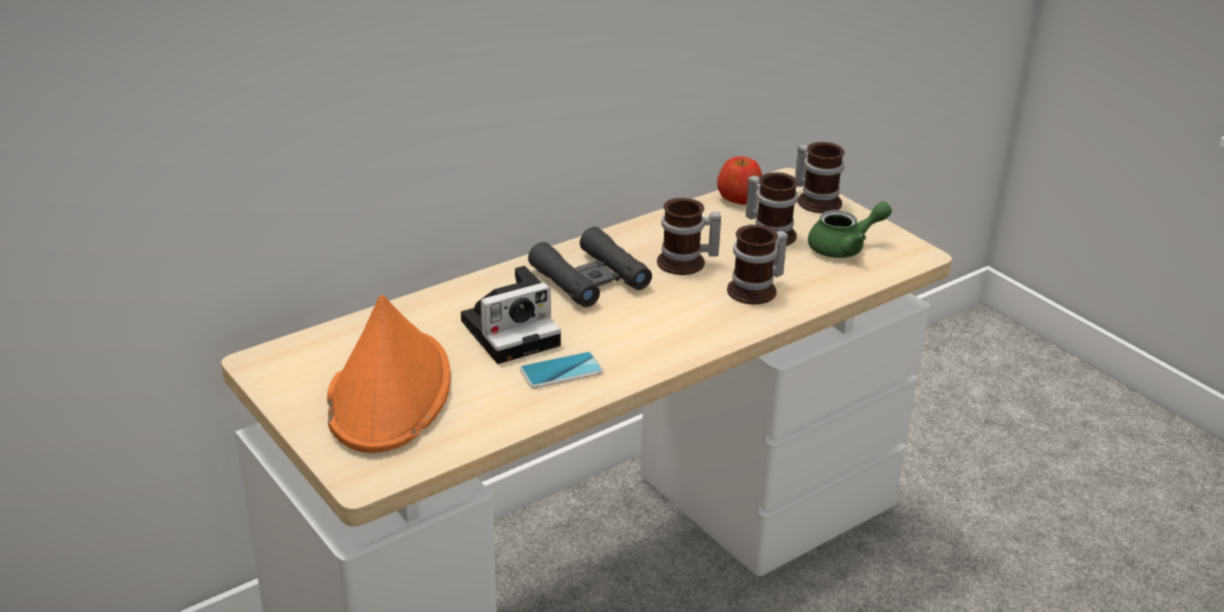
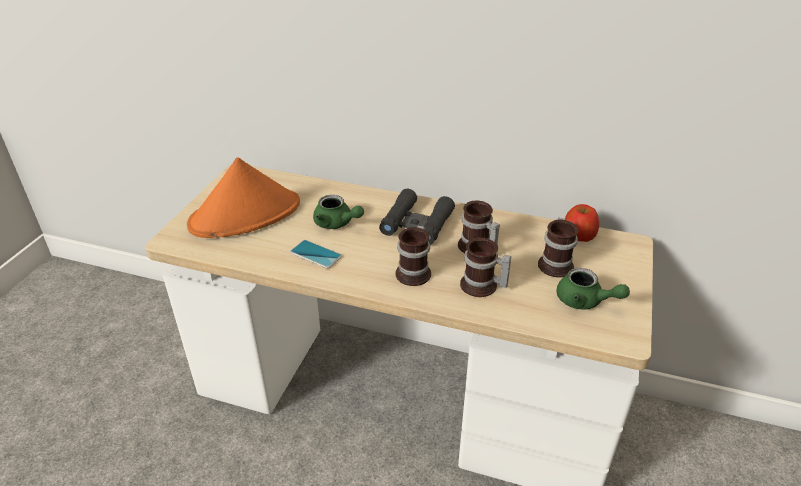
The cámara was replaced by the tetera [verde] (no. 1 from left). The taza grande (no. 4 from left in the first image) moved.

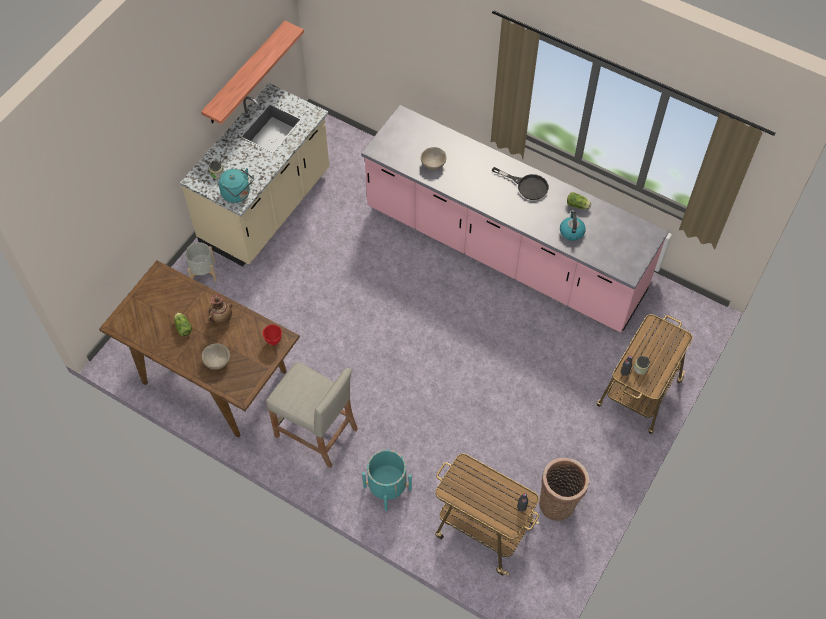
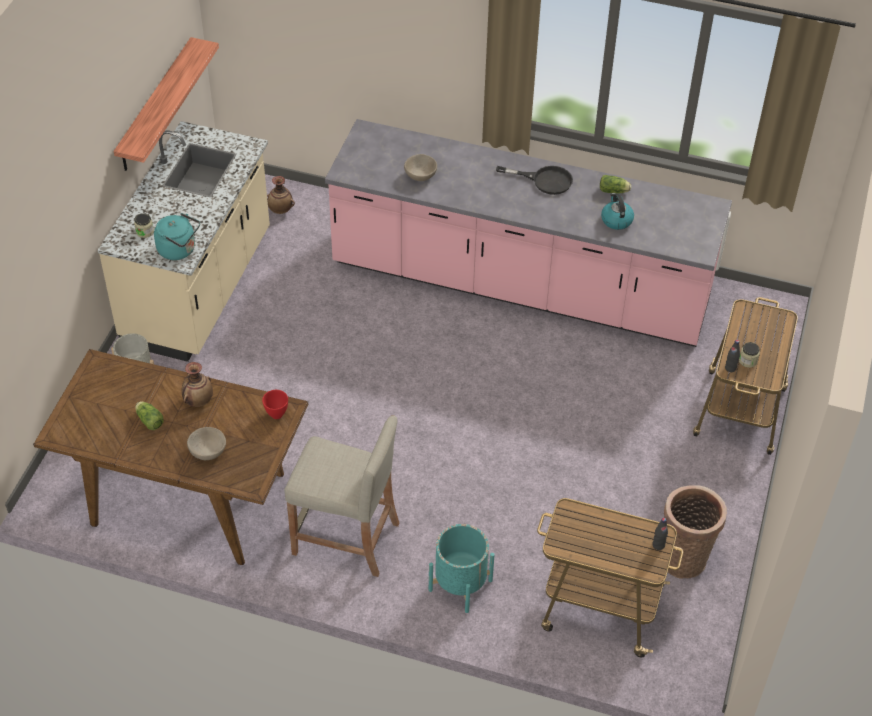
The florero (no. 2 from left) appeared.

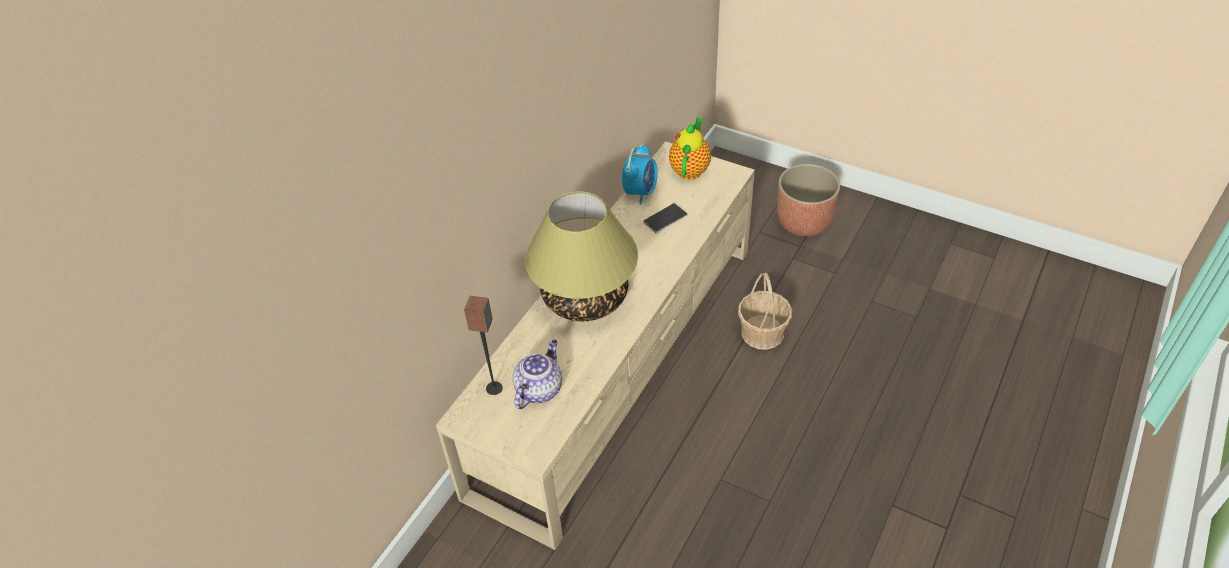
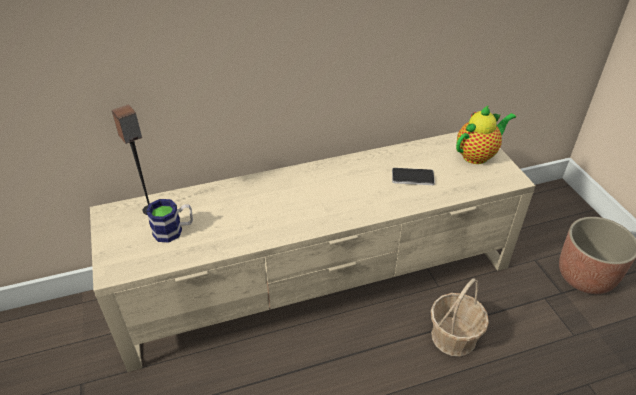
The tetera (no. 1 from left) was replaced by the taza grande. The lámpara de mesa disappeared. The despertador disappeared.

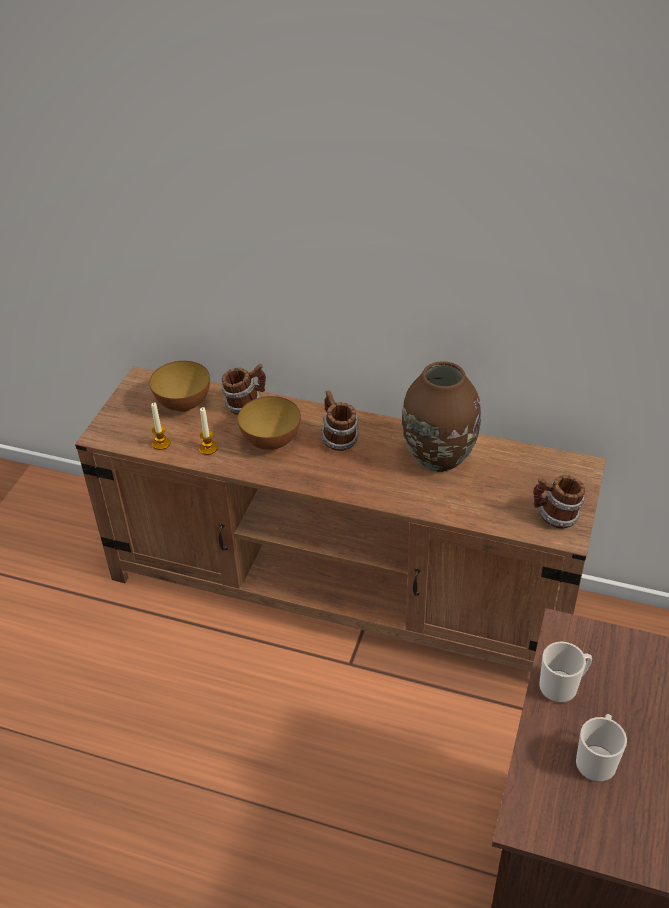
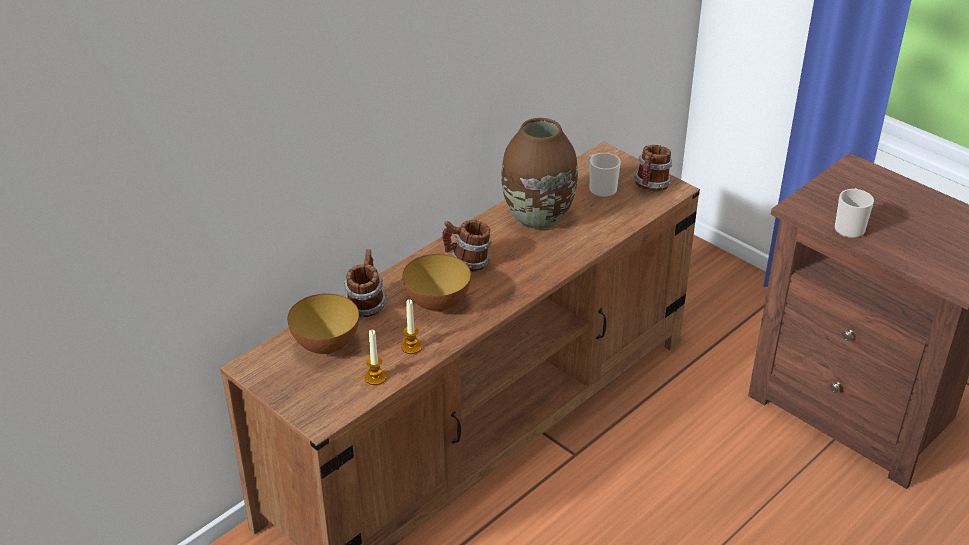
The taza grande (no. 5 from left in the first image) moved.

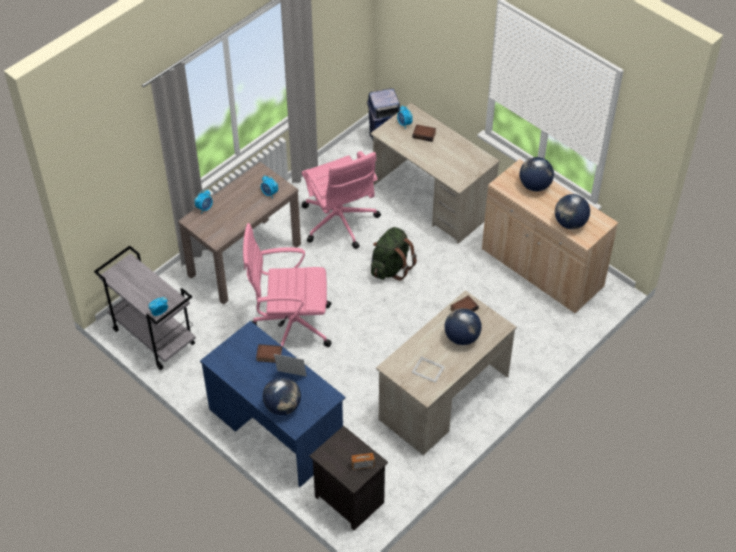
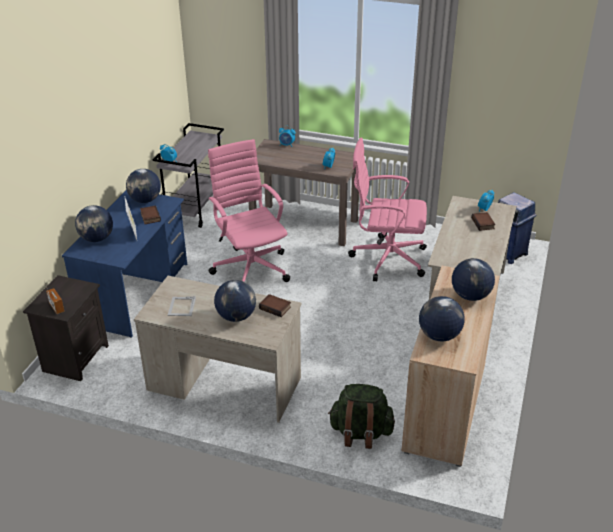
The silla de oficina [rosa] (no. 2 from left) turned 60 degrees clockwise. The mochila [verde] moved. The globo terráqueo (no. 2 from left) appeared.

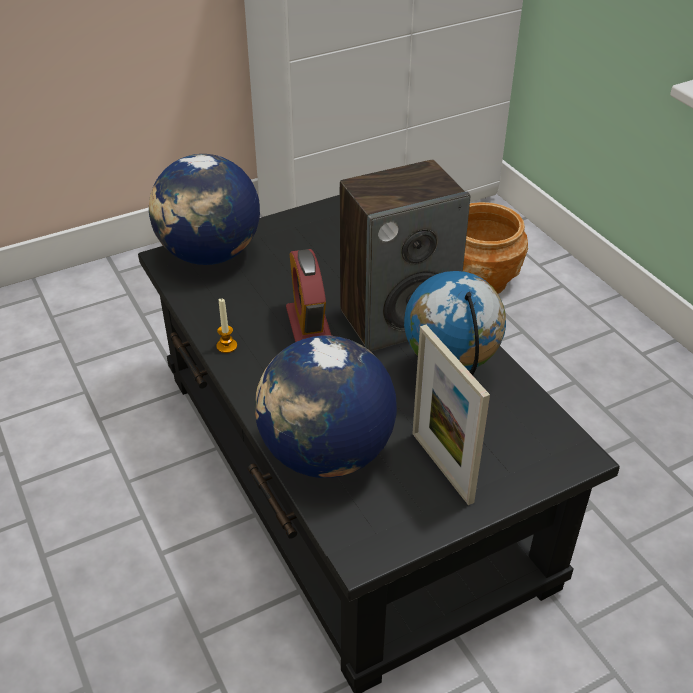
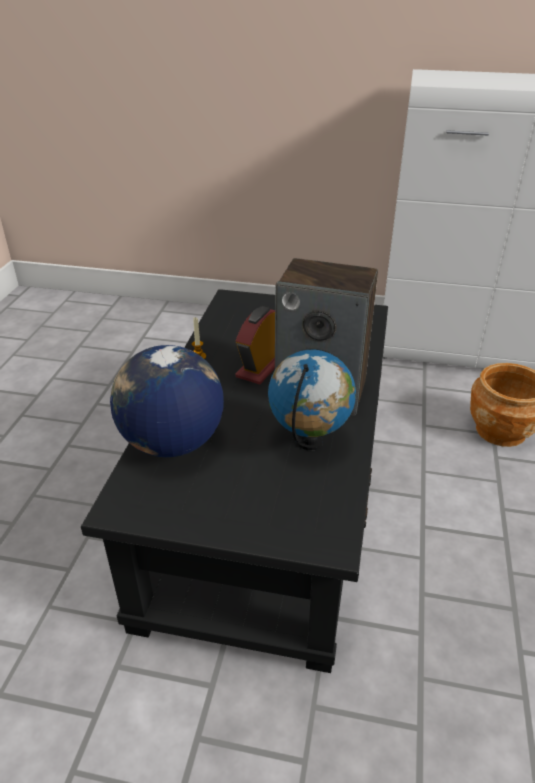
The globo terráqueo (no. 1 from left) disappeared. The portarretratos disappeared.

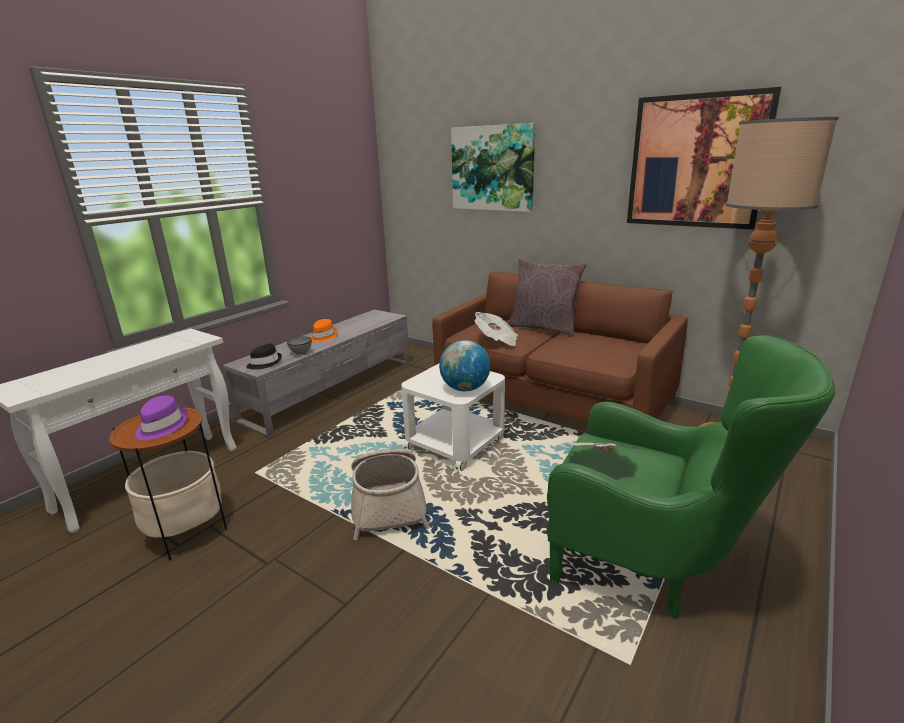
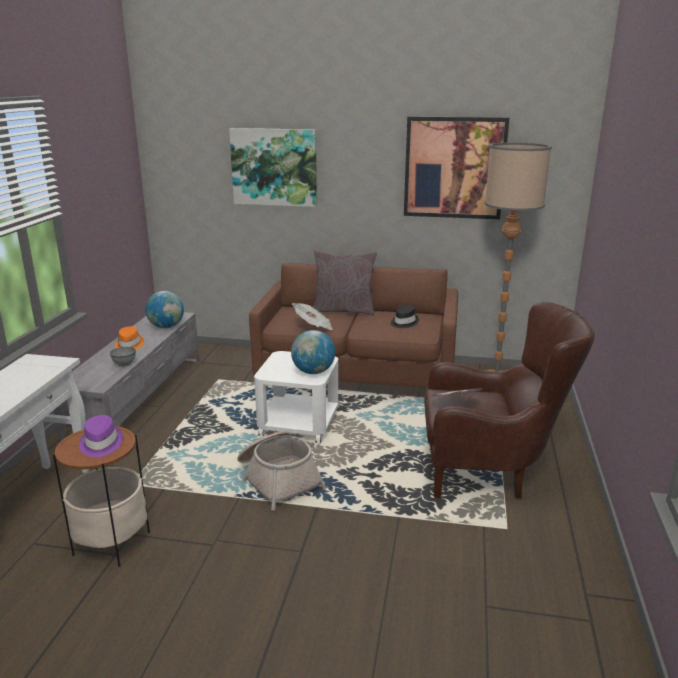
The sombrero [negro] moved. The sillón [verde] became the sillón [marrón]. The globo terráqueo (no. 1 from left) appeared.

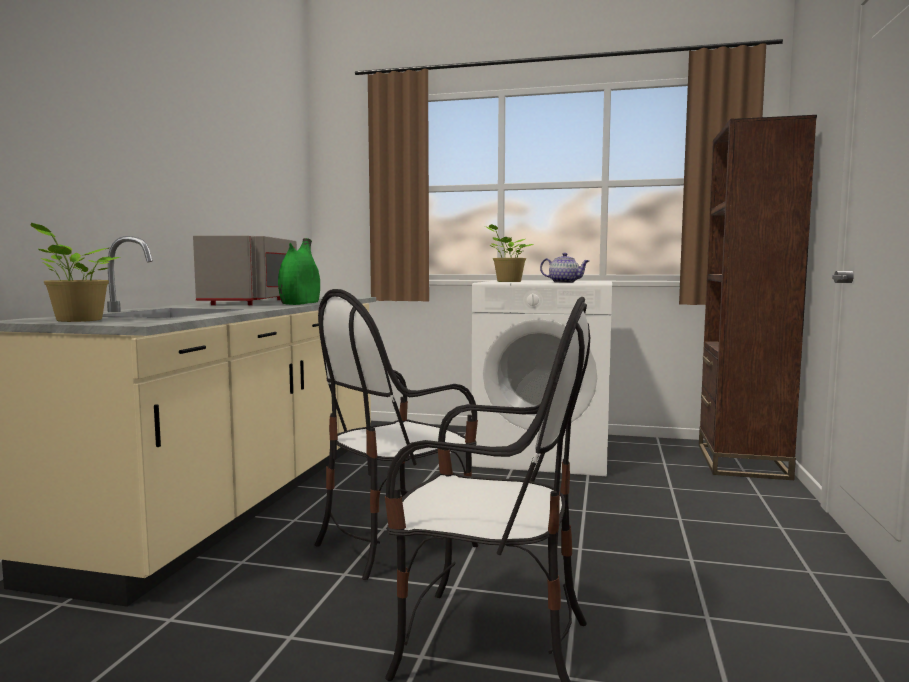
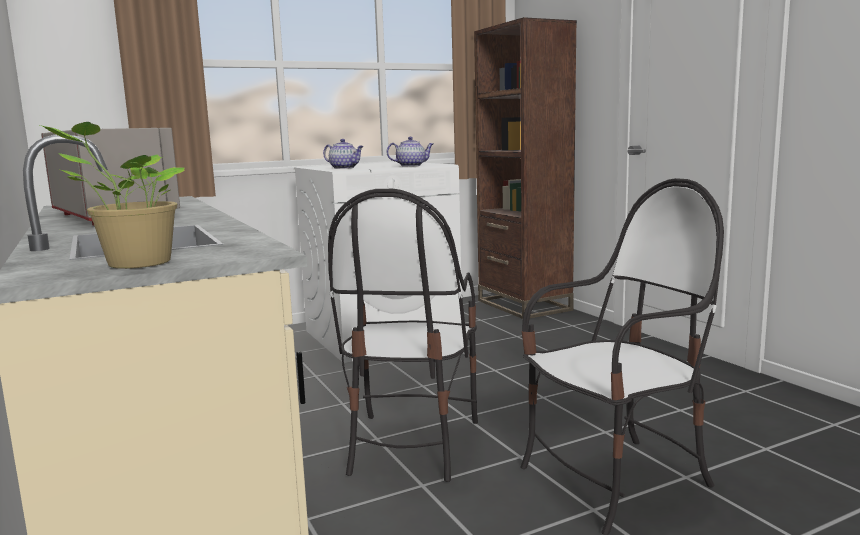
The florero [verde] disappeared. The planta en maceta (no. 2 from left) was replaced by the tetera (no. 1 from left).

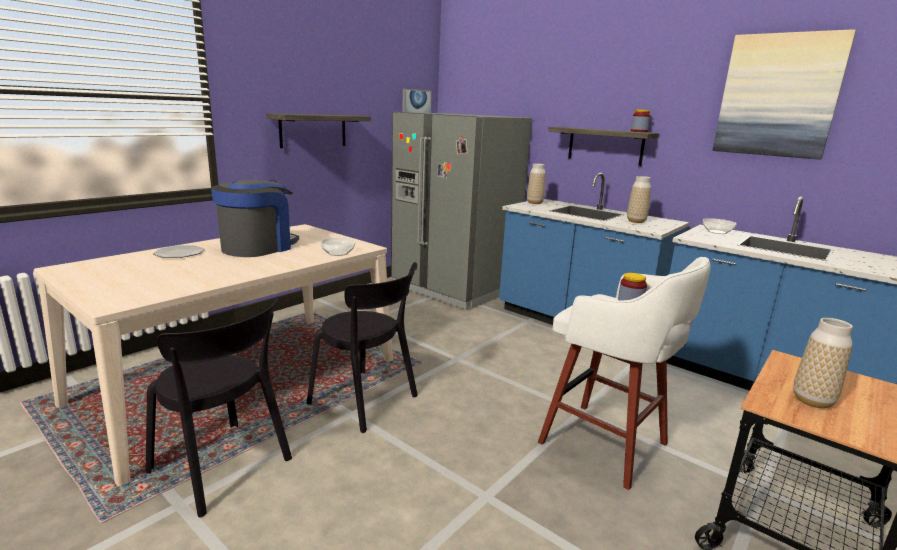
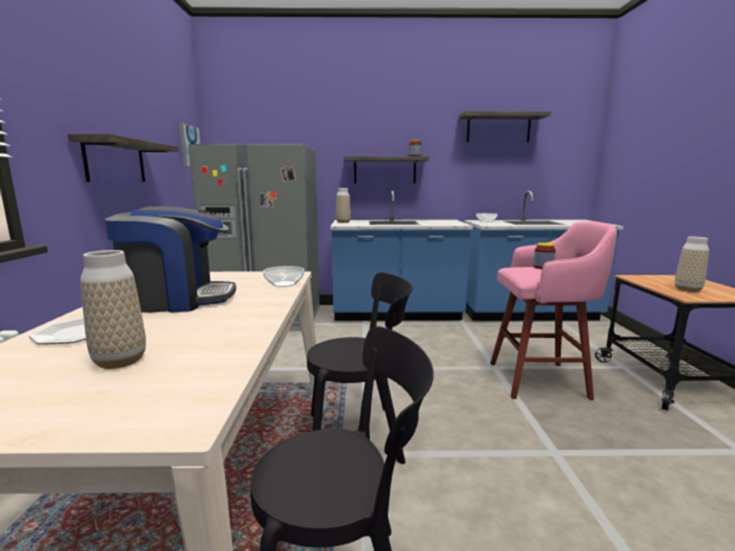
The cafetera turned 90 degrees clockwise. The taburete [blanco] became the taburete [rosa]. The florero (no. 2 from left in the first image) moved. The cuadro (no. 2 from left) was replaced by the estante (no. 3 from left).

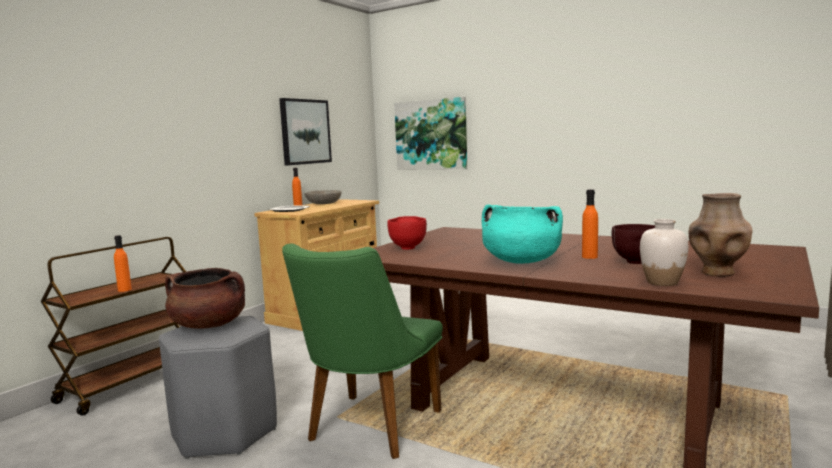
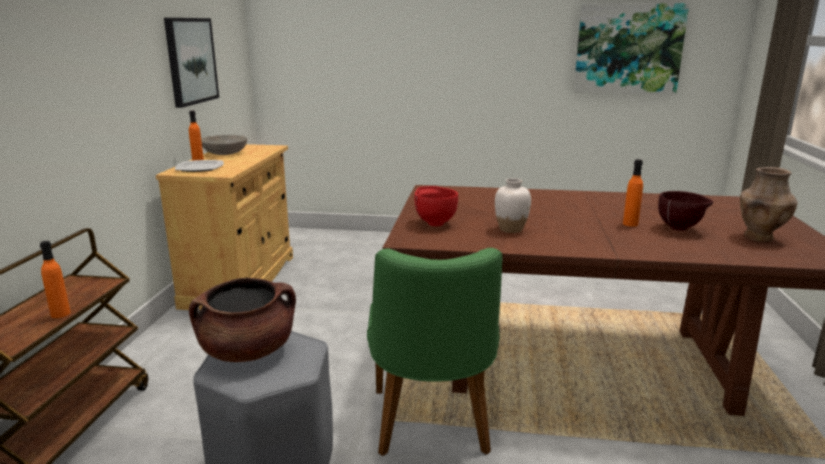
The cuadro (no. 2 from left) moved. The olla [turquesa] disappeared. The florero [blanco] moved.

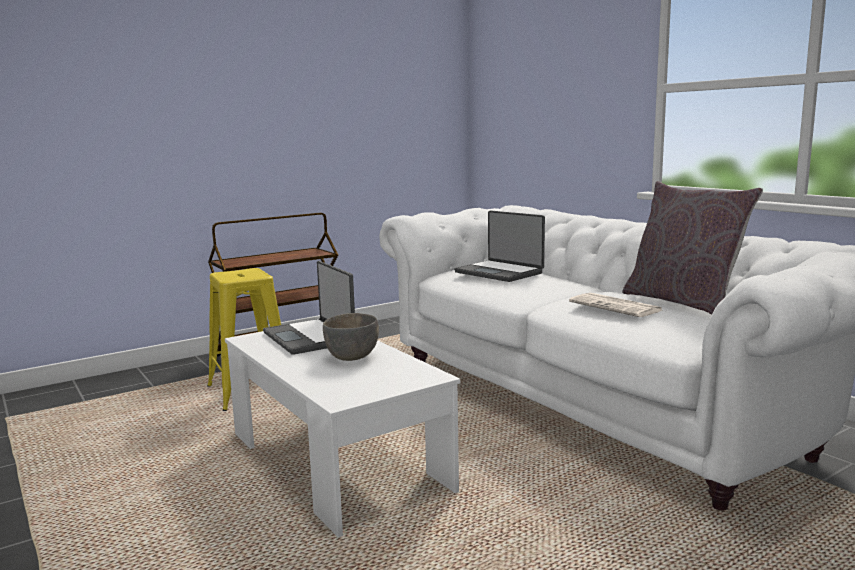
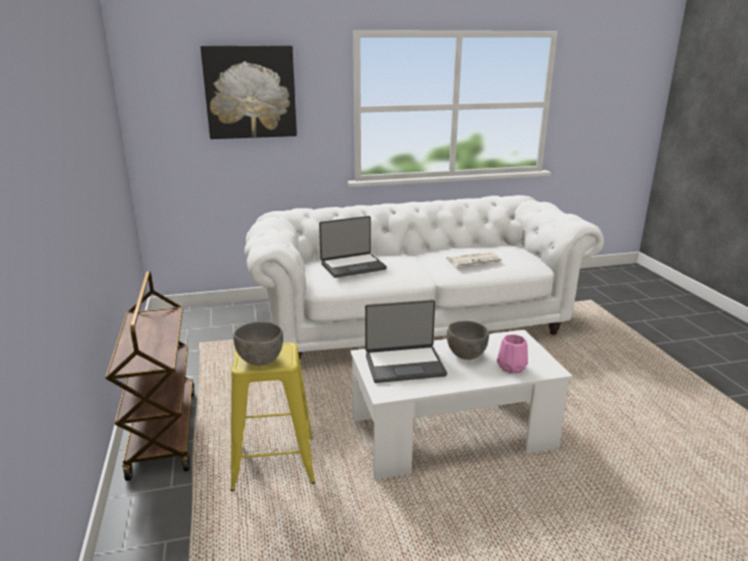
The cojín [gris] disappeared. The cuadro appeared. The cuenco [gris] (no. 1 from left) appeared. The florero [rosa] appeared.

